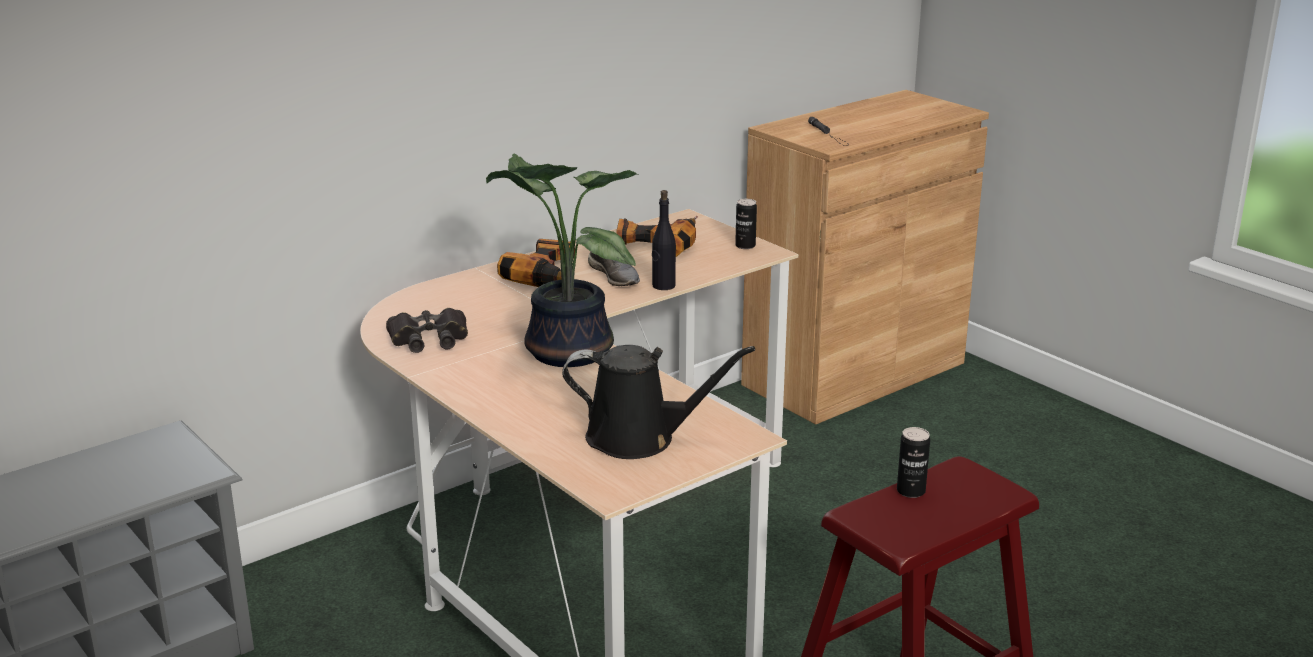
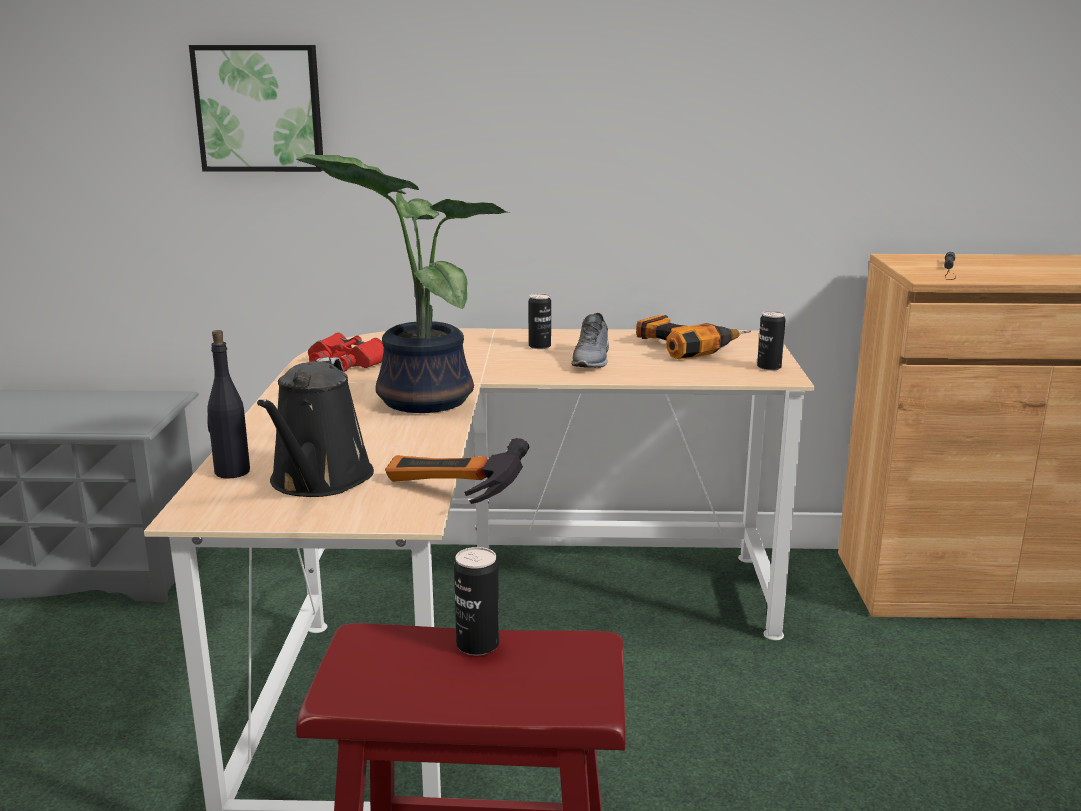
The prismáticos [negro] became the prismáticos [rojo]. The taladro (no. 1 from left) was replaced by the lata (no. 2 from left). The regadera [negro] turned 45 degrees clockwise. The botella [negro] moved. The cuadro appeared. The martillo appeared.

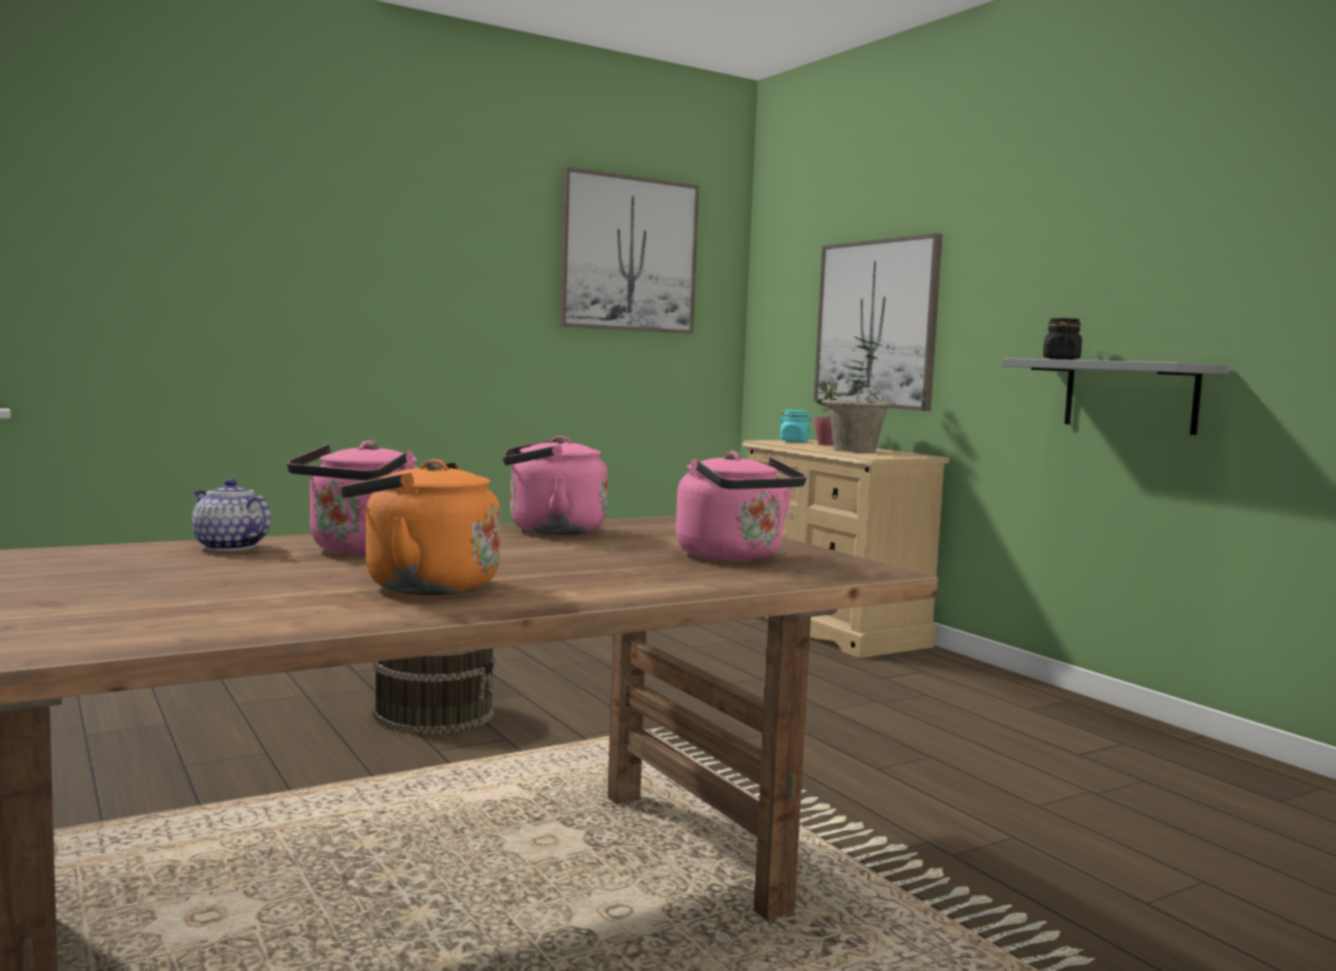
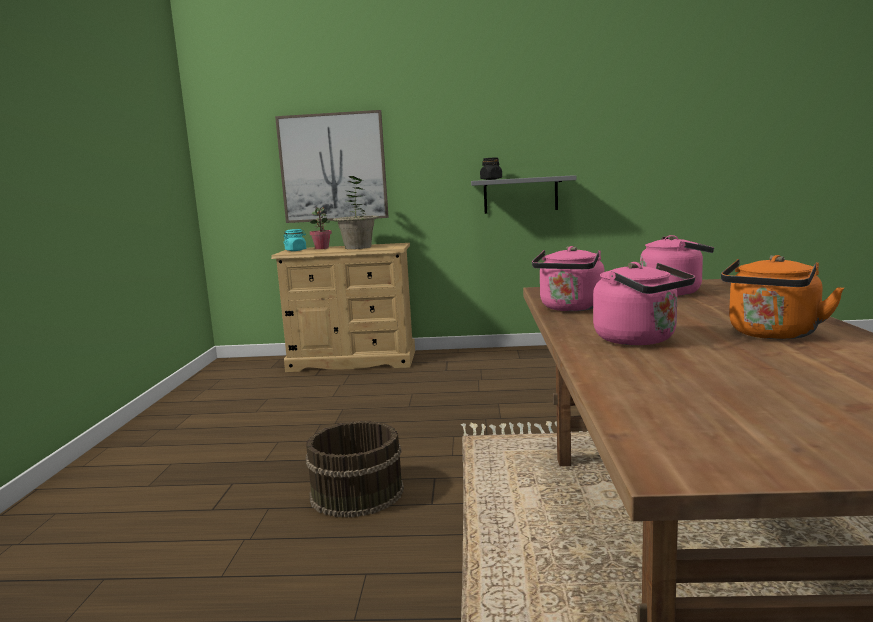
The tetera disappeared. The cuadro (no. 1 from left) disappeared.

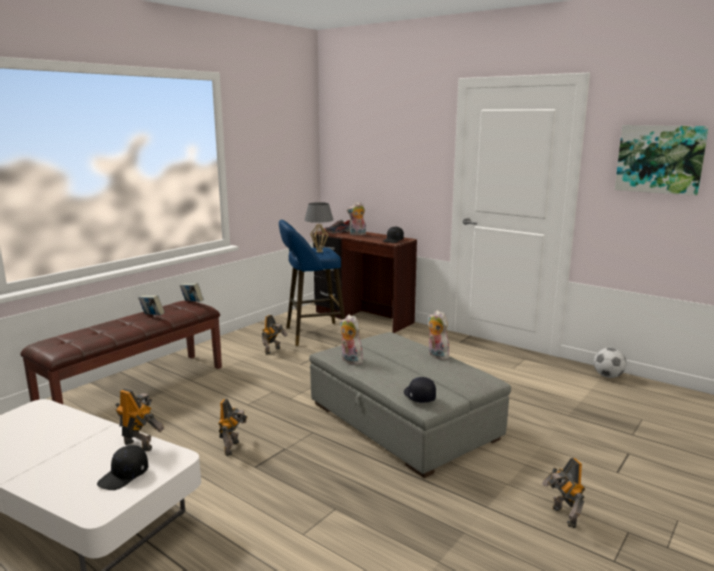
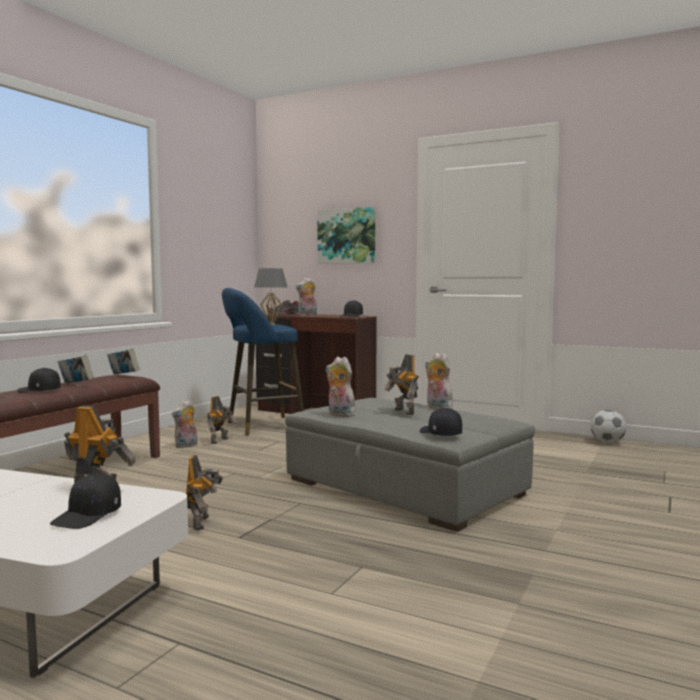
The robot de juguete (no. 4 from left) moved. The cuadro moved. The gorra [negro] (no. 1 from left) appeared. The peluche (no. 1 from left) appeared.

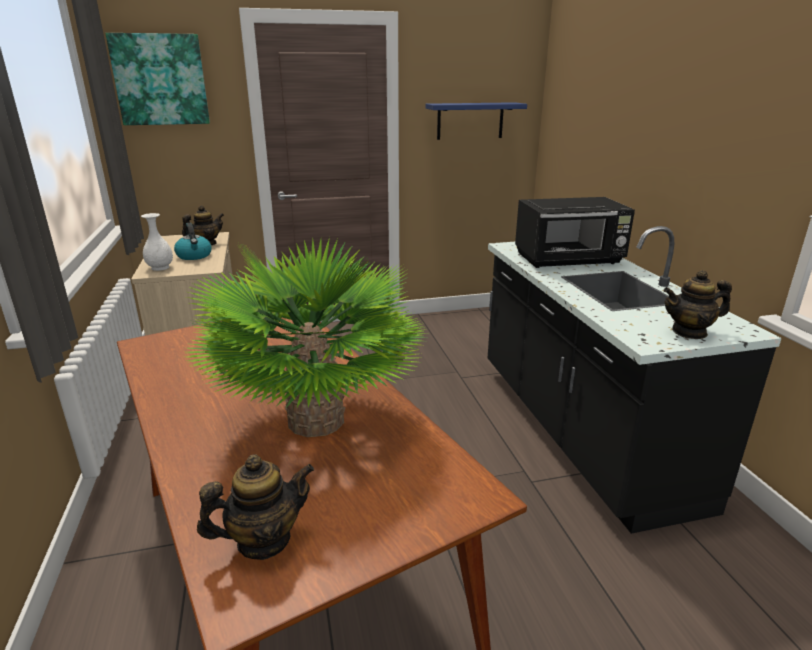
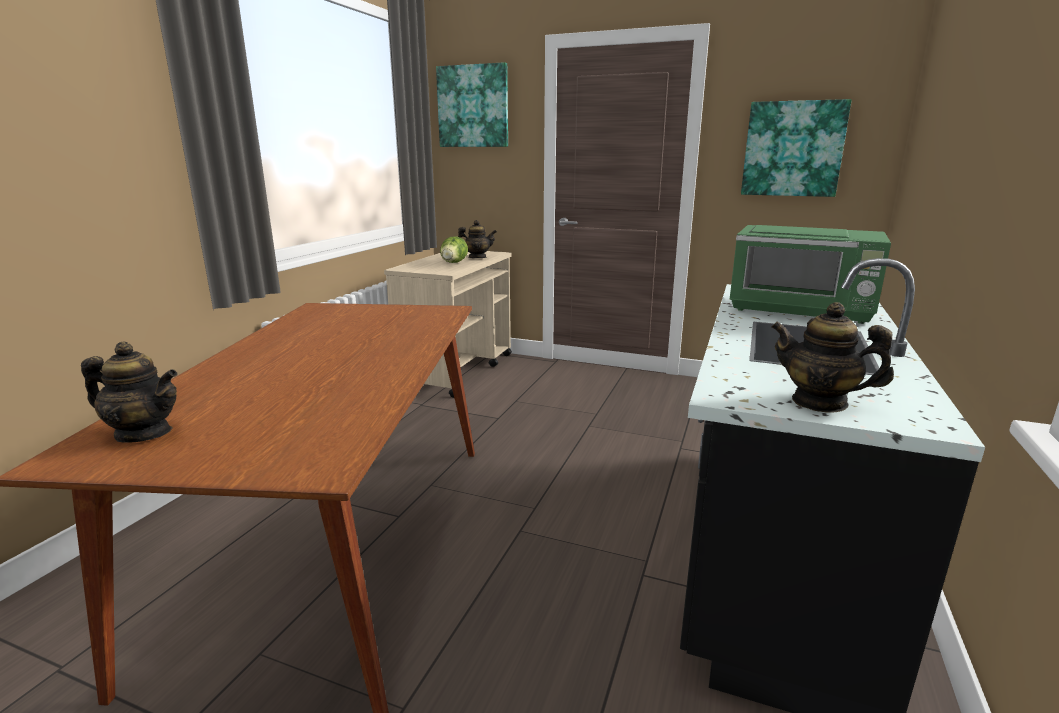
The florero [blanco] disappeared. The hervidor was replaced by the lechuga. The planta en maceta disappeared. The estante [azul] was replaced by the cuadro (no. 2 from left). The microondas [negro] became the microondas [verde].

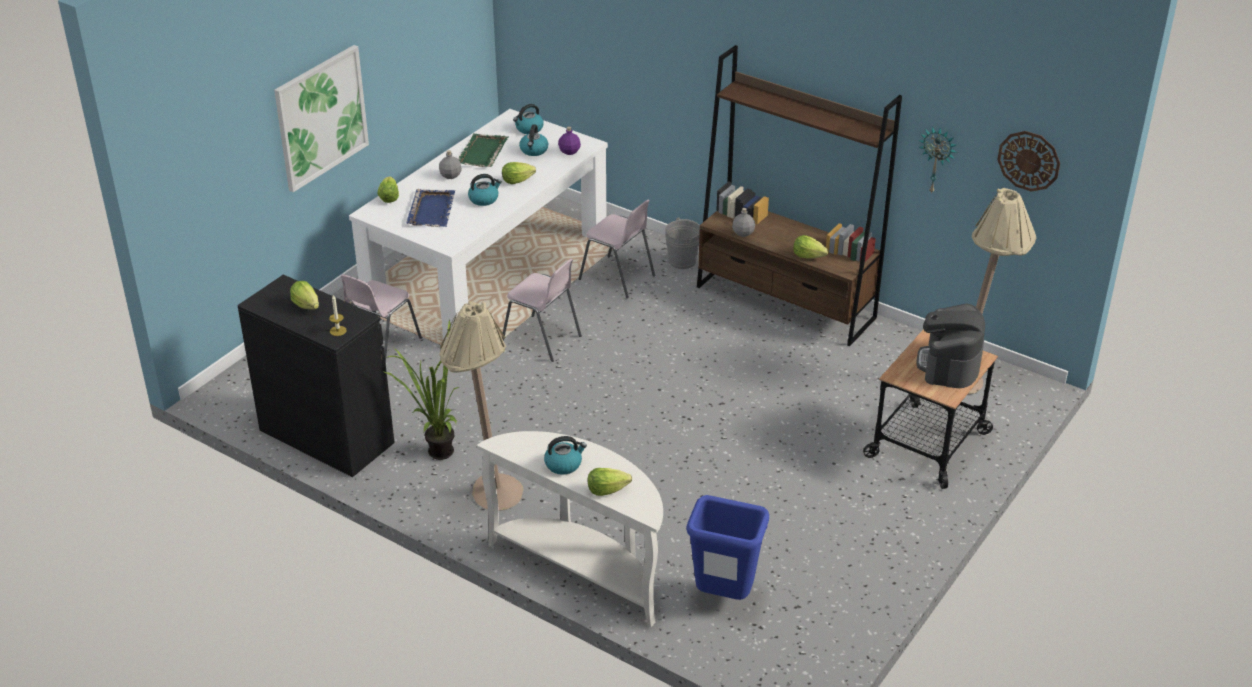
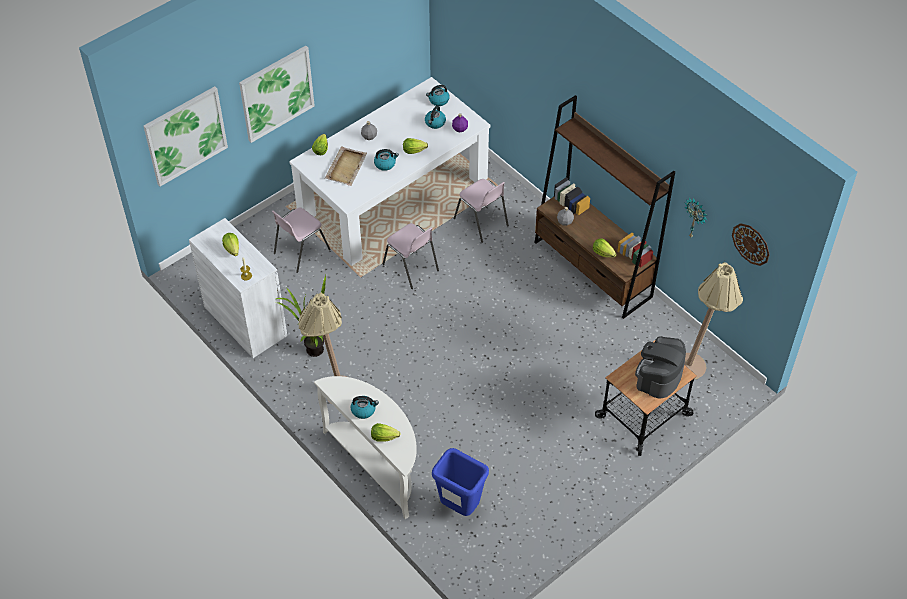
The armario [negro] became the armario [blanco]. The bandeja [azul] became the bandeja [beis]. The bandeja [verde] disappeared. The cubo [gris] disappeared. The cuadro (no. 1 from left) appeared.

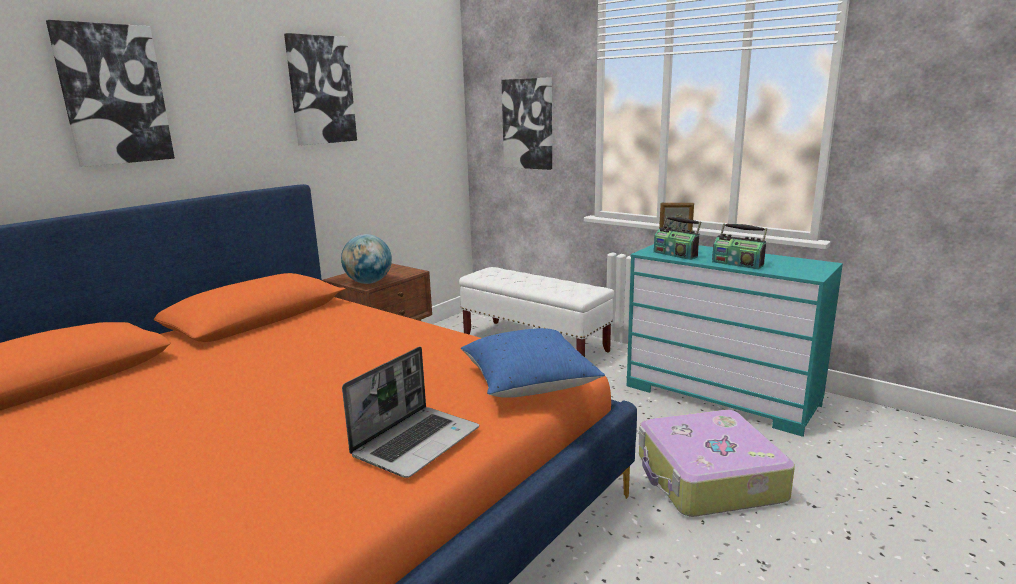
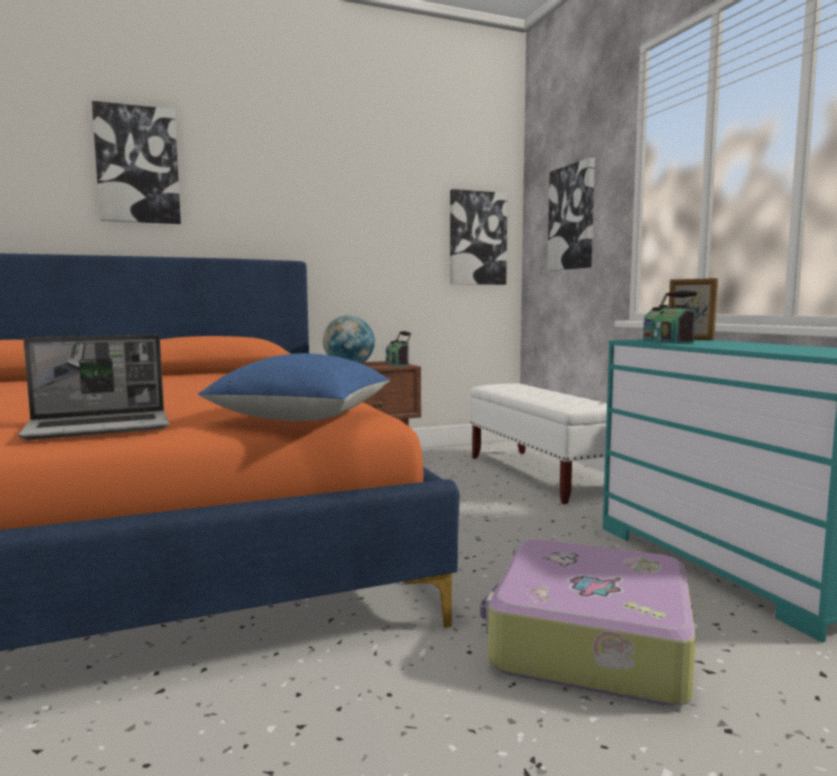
The cuadro (no. 2 from left) moved. The radio (no. 2 from left in the first image) moved.

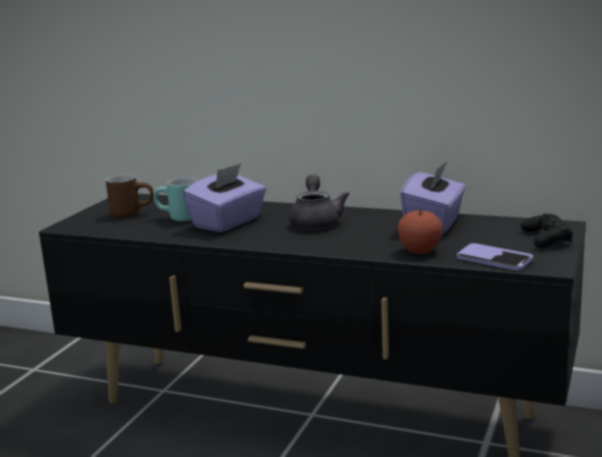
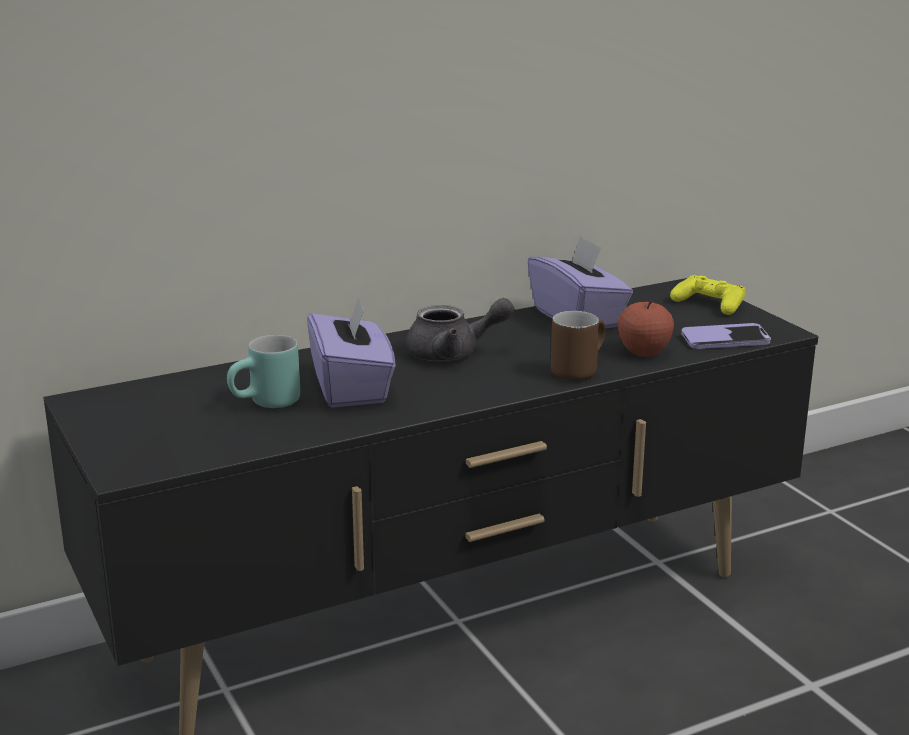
The taza grande [marrón] moved. The tetera [gris] turned 135 degrees clockwise. The mando de consola [negro] became the mando de consola [amarillo].

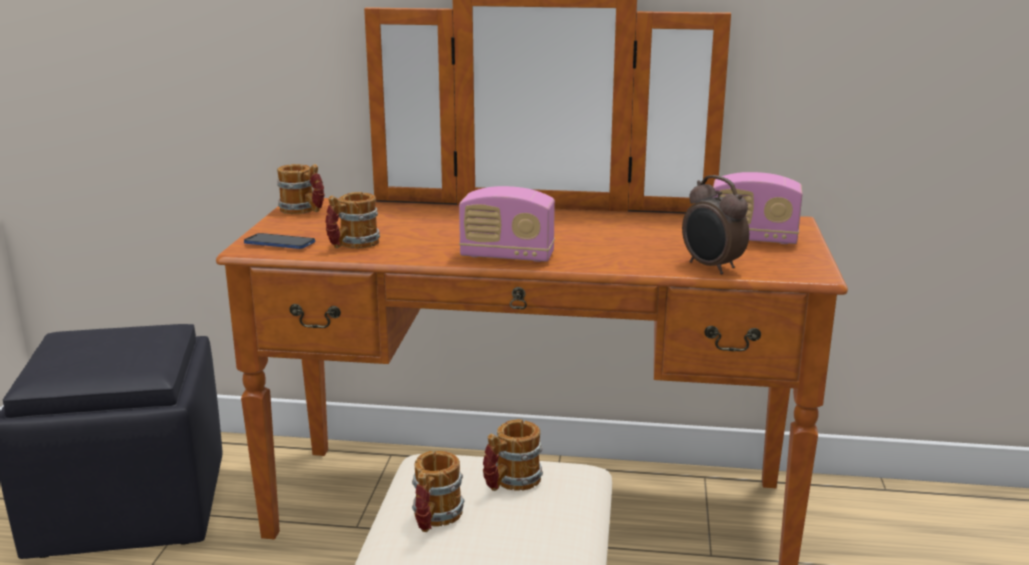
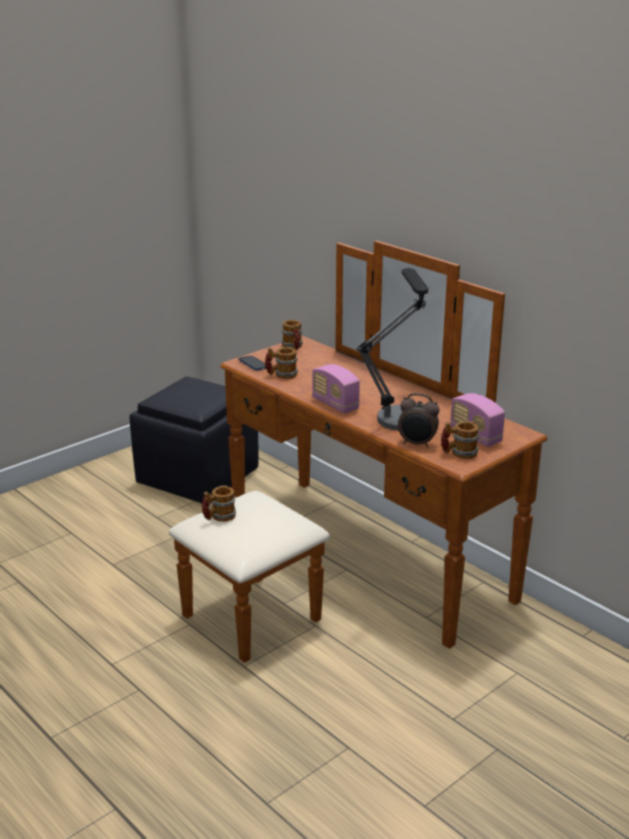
The taza grande (no. 4 from left) moved. The despertador turned 75 degrees counterclockwise. The lámpara de mesa appeared.

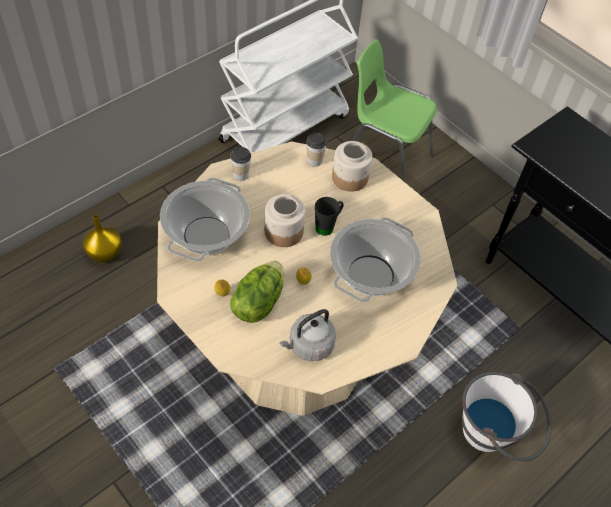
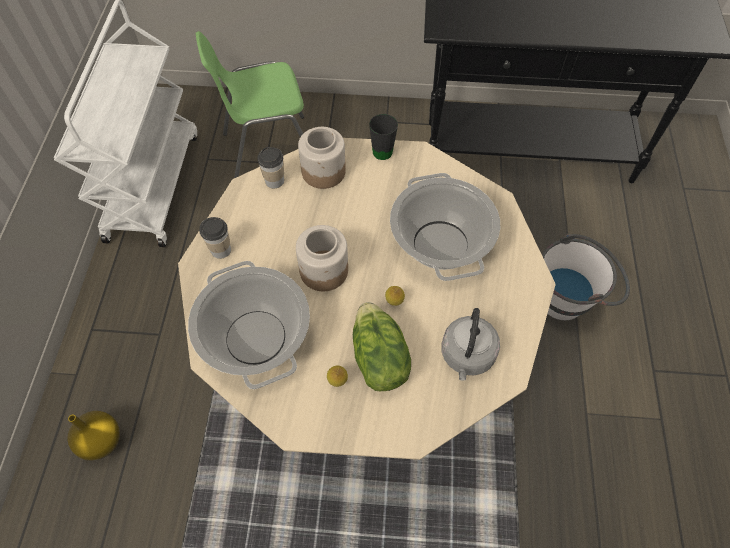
The taza grande [negro] moved.

